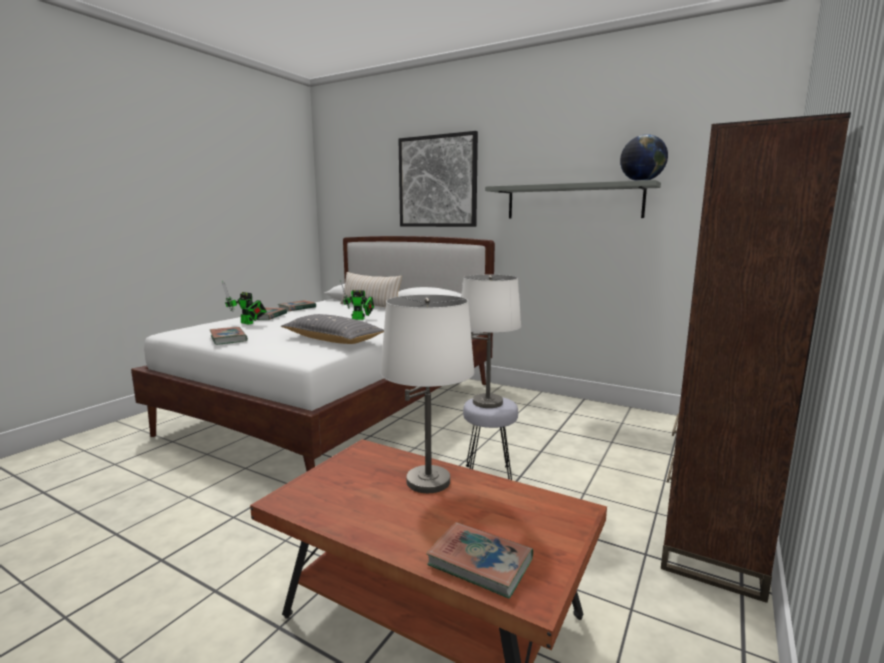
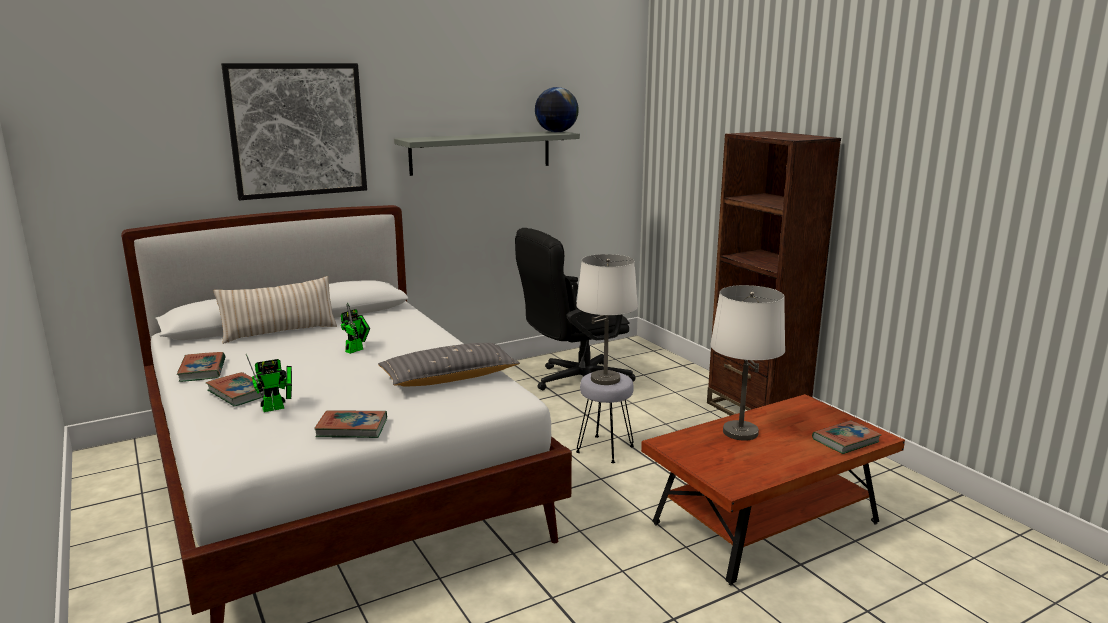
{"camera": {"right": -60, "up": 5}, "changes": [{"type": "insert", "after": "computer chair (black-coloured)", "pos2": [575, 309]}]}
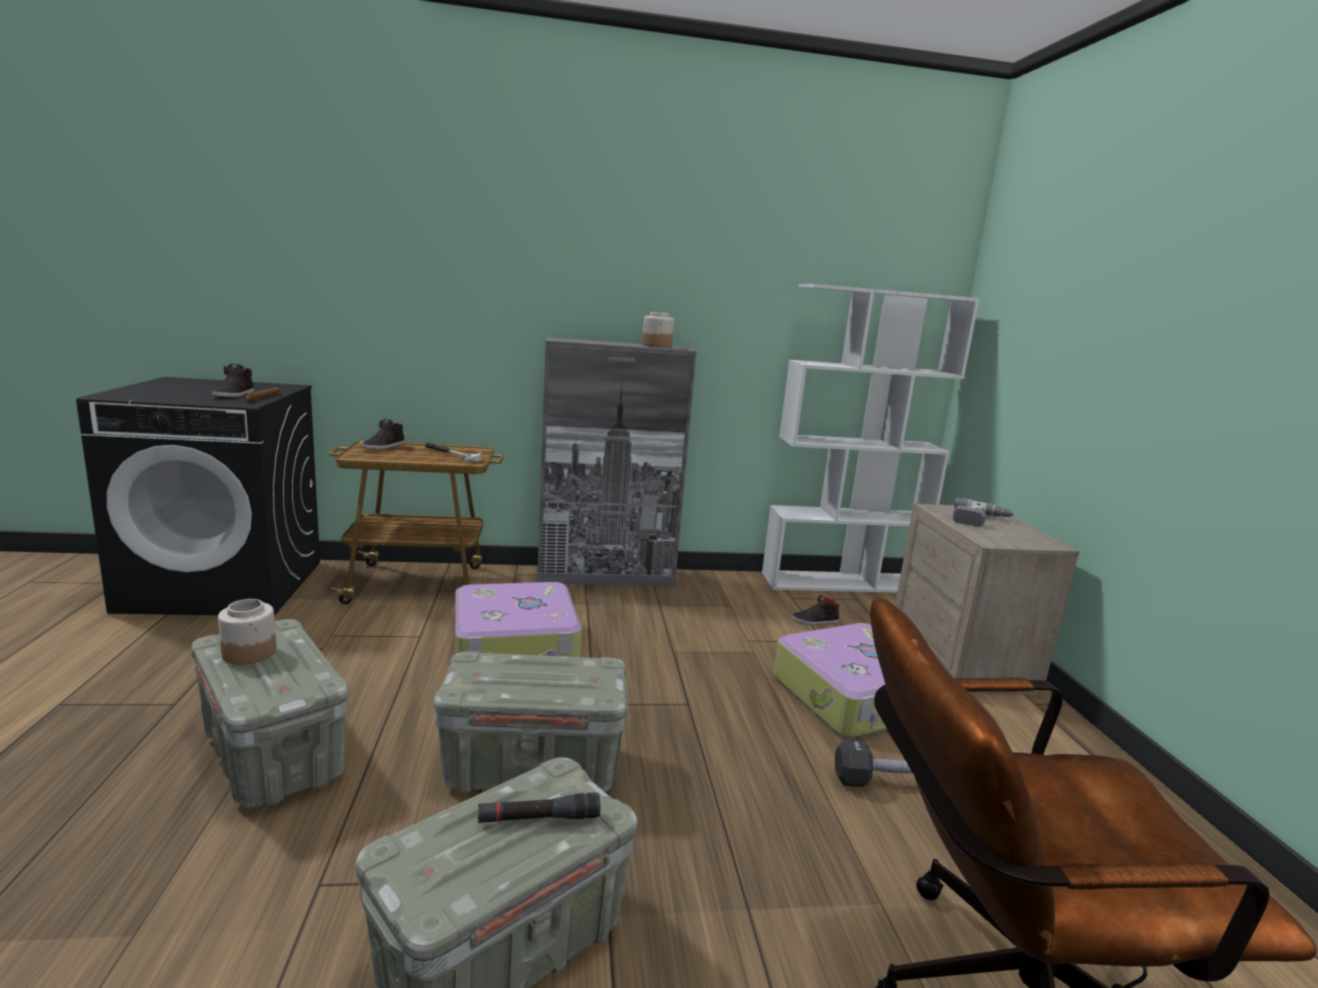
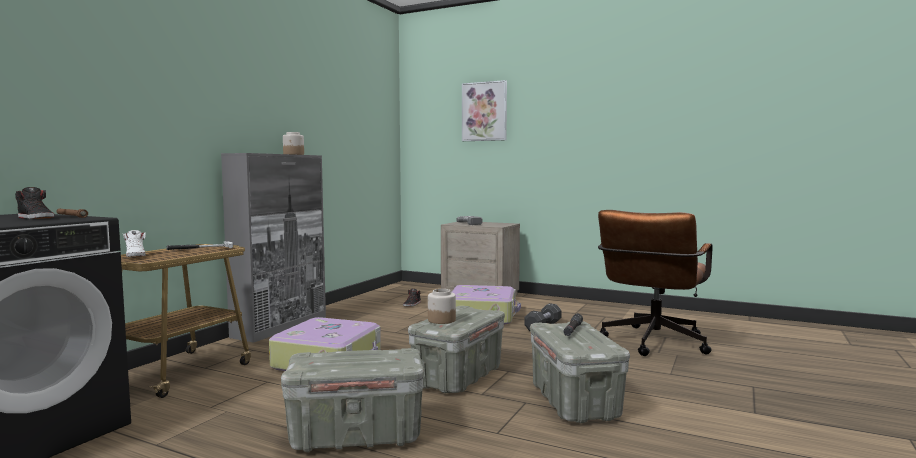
{"camera": {"right": -55, "up": -10}, "changes": [{"type": "recolor", "before": "shoe (black-coloured)", "after": "shoe (white-coloured)", "pos1": [383, 434], "pos2": [134, 243]}, {"type": "move", "before": "preserve jar", "pos1": [247, 632], "pos2": [442, 306]}, {"type": "insert", "after": "wall art", "pos2": [484, 110]}, {"type": "delete", "before": "shelving unit (white-coloured)", "pos1": [871, 438]}]}
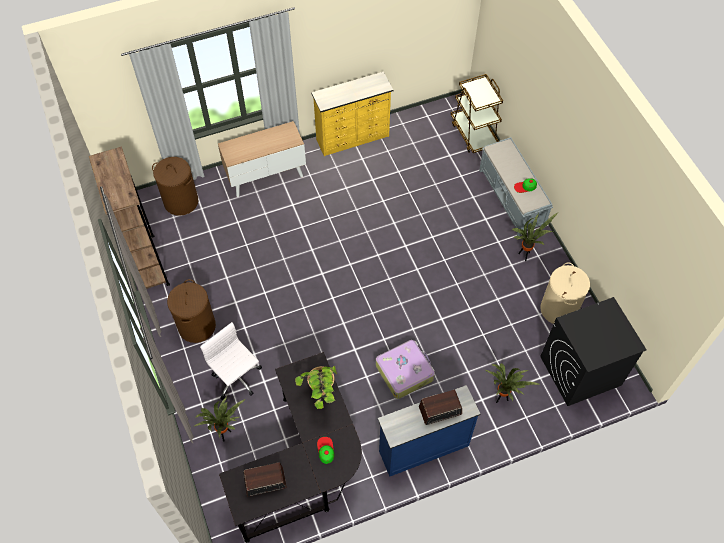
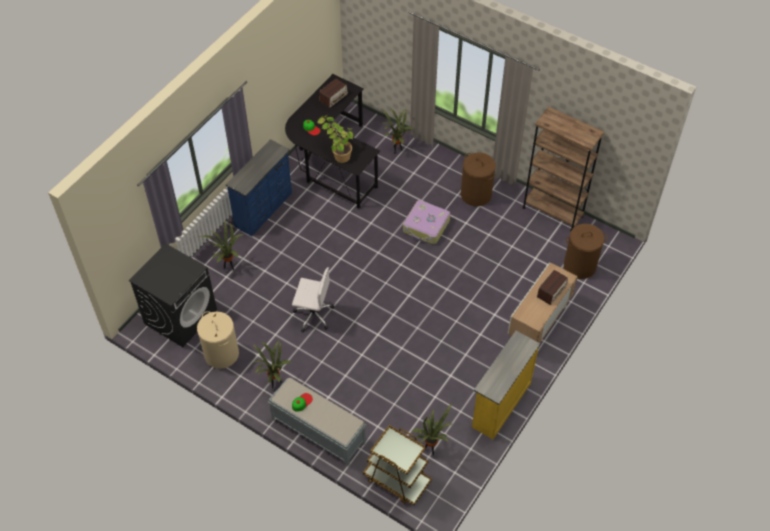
{"camera": {"right": 145, "up": -5}, "changes": [{"type": "move", "before": "computer chair (white-coloured)", "pos1": [231, 361], "pos2": [313, 299]}, {"type": "move", "before": "suitcase", "pos1": [405, 369], "pos2": [426, 222]}, {"type": "insert", "after": "houseplant", "pos2": [432, 429]}, {"type": "move", "before": "radio set", "pos1": [440, 407], "pos2": [552, 287]}]}
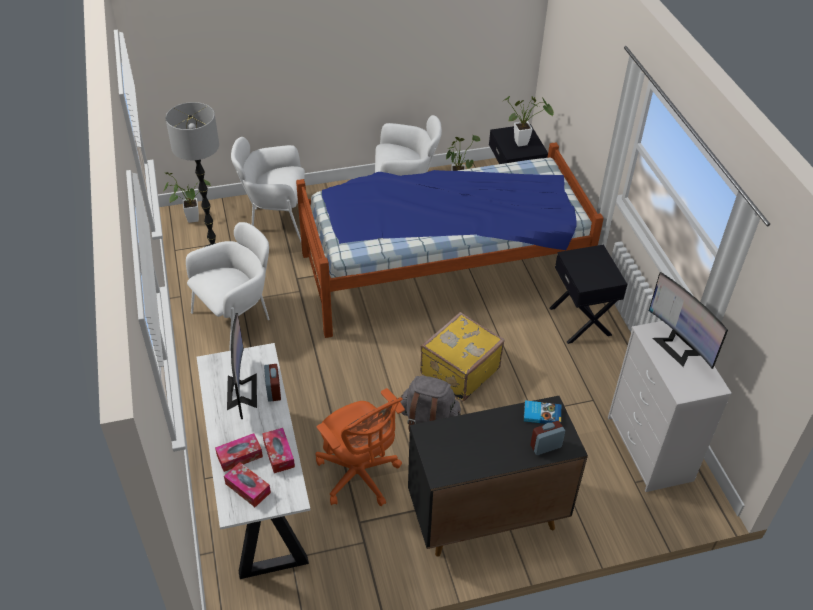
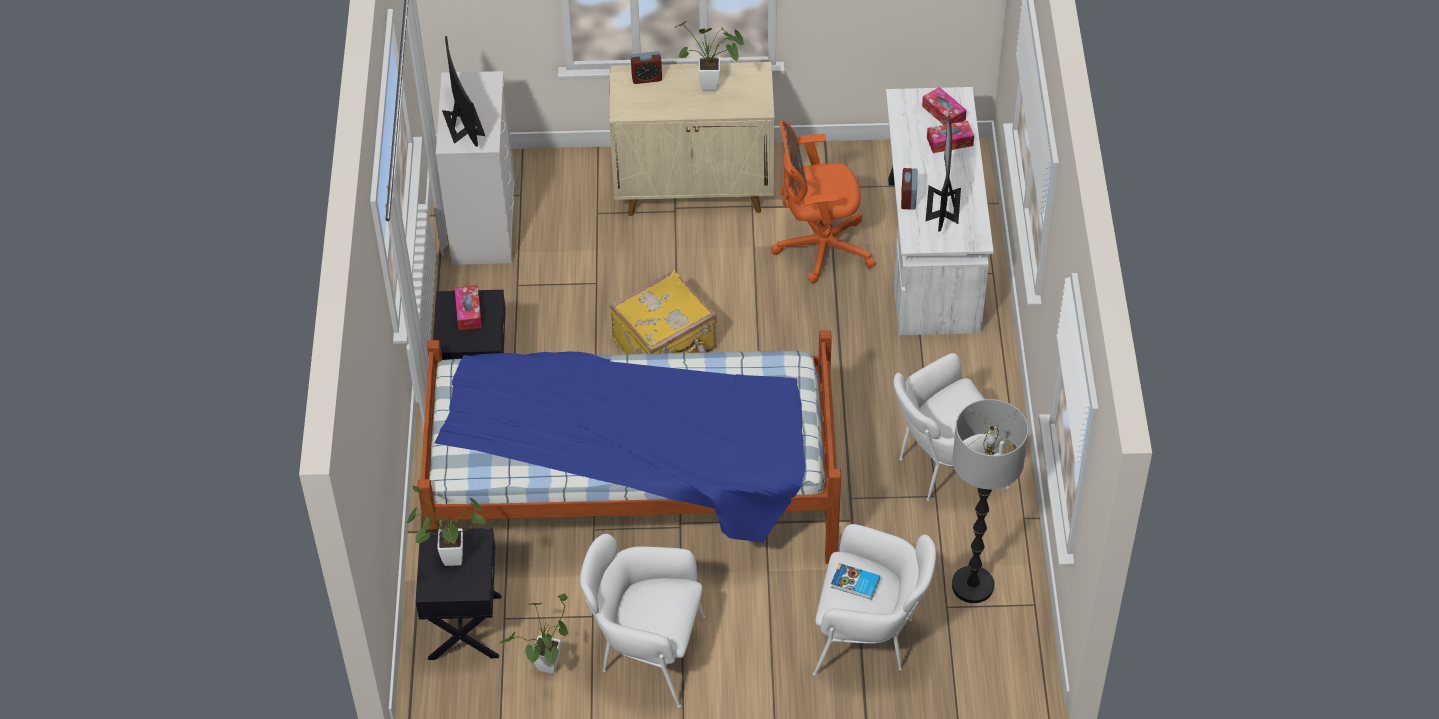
{"camera": {"right": -165, "up": 5}, "changes": [{"type": "move", "before": "tissue box", "pos1": [278, 450], "pos2": [468, 307]}, {"type": "recolor", "before": "cabinet (black-coloured)", "after": "cabinet (beige-coloured)", "pos1": [498, 476], "pos2": [692, 139]}, {"type": "move", "before": "houseplant", "pos1": [186, 197], "pos2": [710, 56]}, {"type": "rotate", "before": "computer chair (orangey)", "pos1": [360, 447], "pos2": [823, 202], "turn": -75}, {"type": "move", "before": "book", "pos1": [542, 412], "pos2": [855, 581]}, {"type": "delete", "before": "backpack (grey)", "pos1": [430, 404]}]}
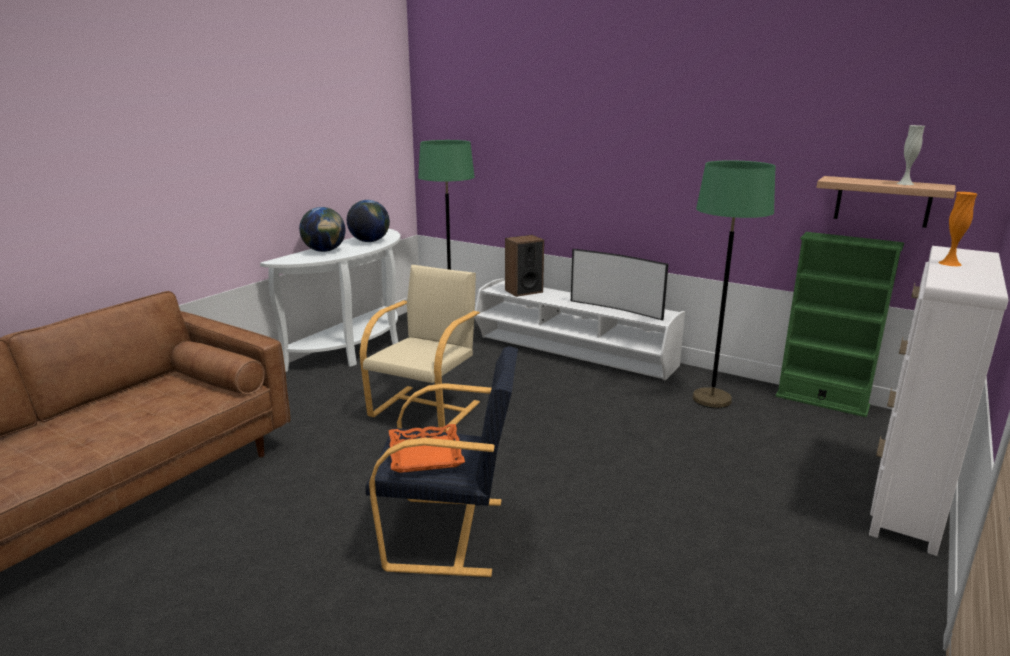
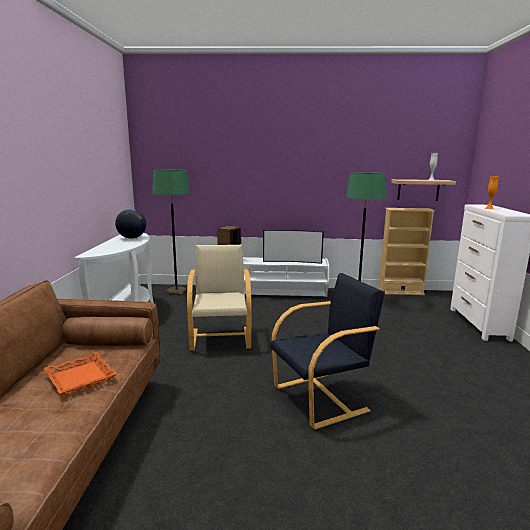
{"camera": {"right": -30, "up": -5}, "changes": [{"type": "move", "before": "tray (orangey)", "pos1": [427, 448], "pos2": [80, 373]}, {"type": "recolor", "before": "shelving unit (greenish)", "after": "shelving unit (beige-coloured)", "pos1": [840, 324], "pos2": [406, 251]}, {"type": "delete", "before": "world globe", "pos1": [322, 229]}]}
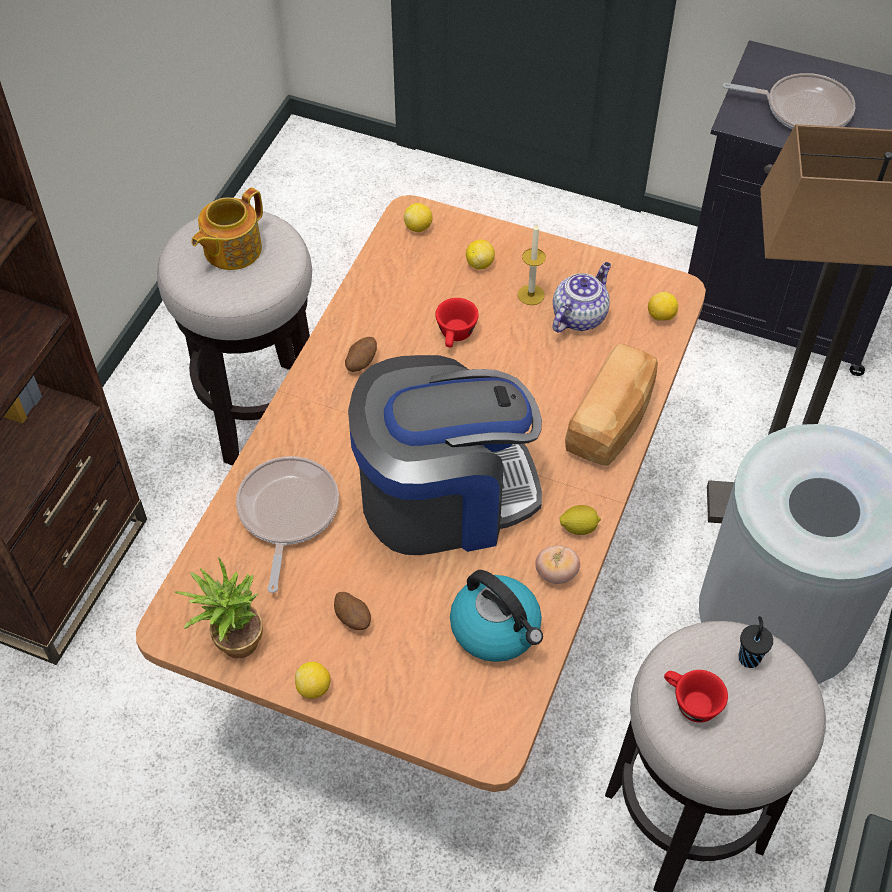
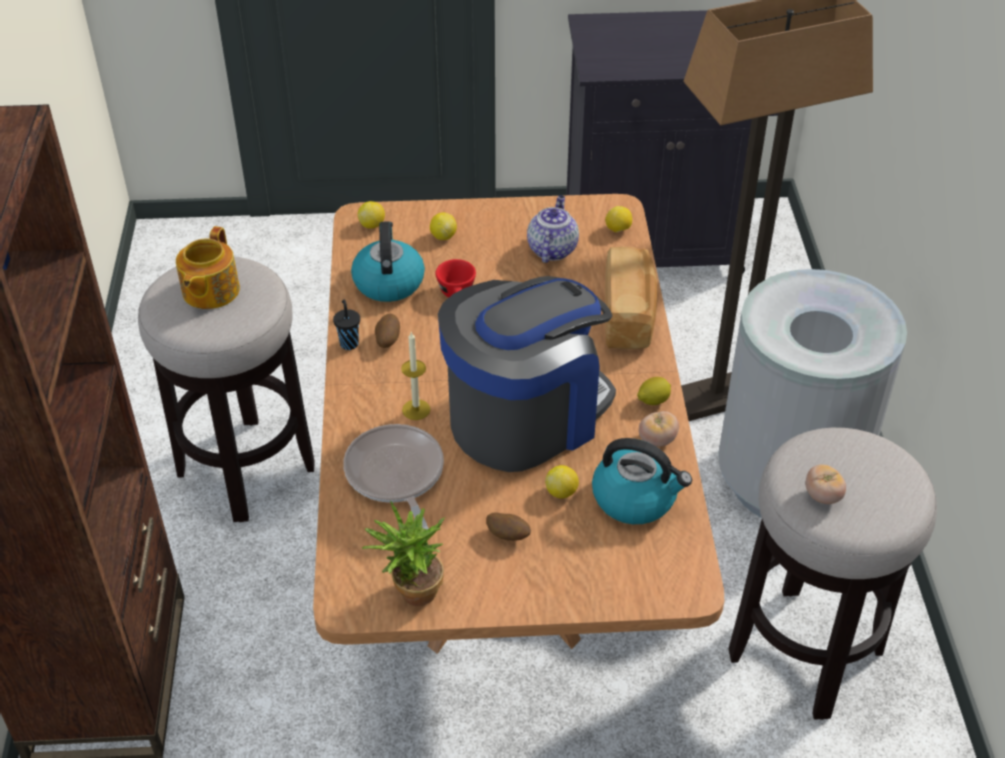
{"camera": {"right": -25, "up": -10}, "changes": [{"type": "move", "before": "drinking cup (black-coloured)", "pos1": [755, 642], "pos2": [346, 325]}, {"type": "insert", "after": "tea kettle", "pos2": [388, 261]}, {"type": "move", "before": "candle", "pos1": [532, 264], "pos2": [416, 375]}, {"type": "move", "before": "lemon", "pos1": [313, 680], "pos2": [562, 482]}, {"type": "replace", "before": "drinking cup (red-coloured)", "after": "whole tomato", "pos1": [696, 696], "pos2": [825, 484]}, {"type": "delete", "before": "skillet", "pos1": [788, 101]}]}
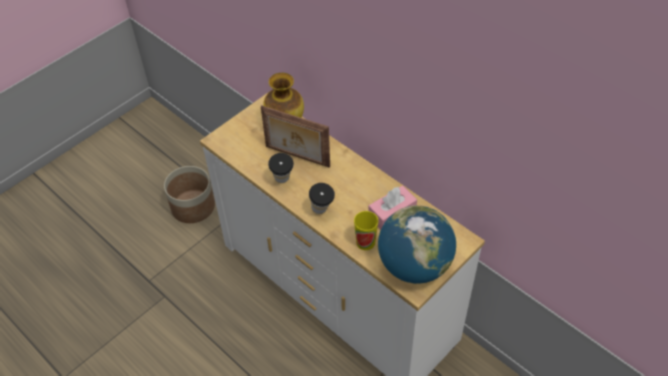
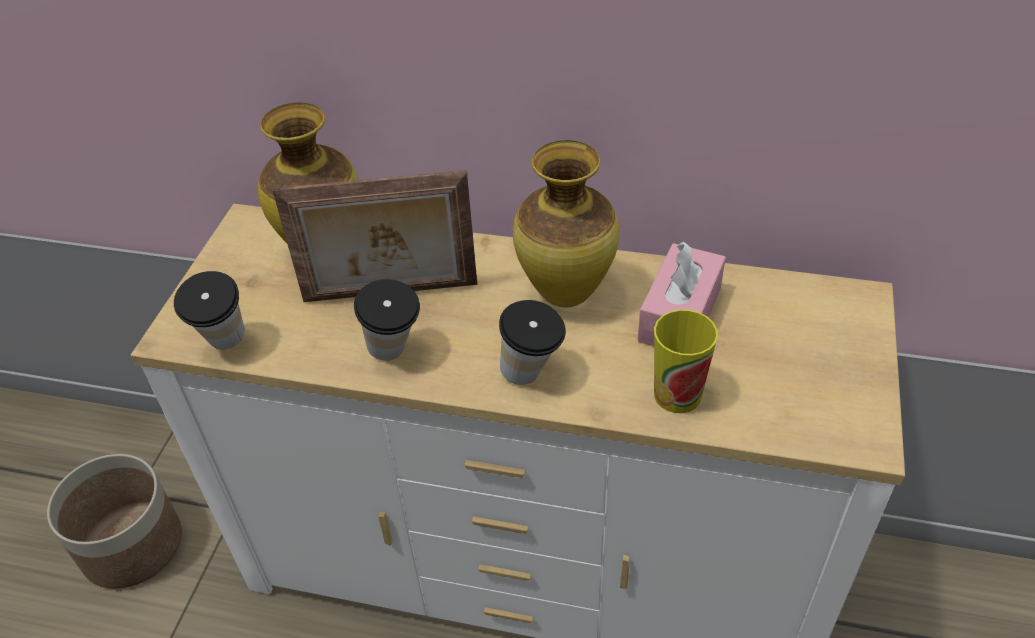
{"camera": {"right": -30, "up": -5}, "changes": [{"type": "insert", "after": "drinking cup", "pos2": [209, 310]}, {"type": "insert", "after": "flower vase", "pos2": [566, 223]}, {"type": "delete", "before": "world globe", "pos1": [417, 244]}]}
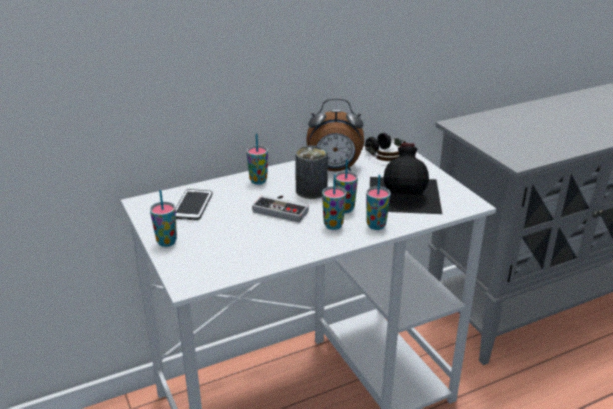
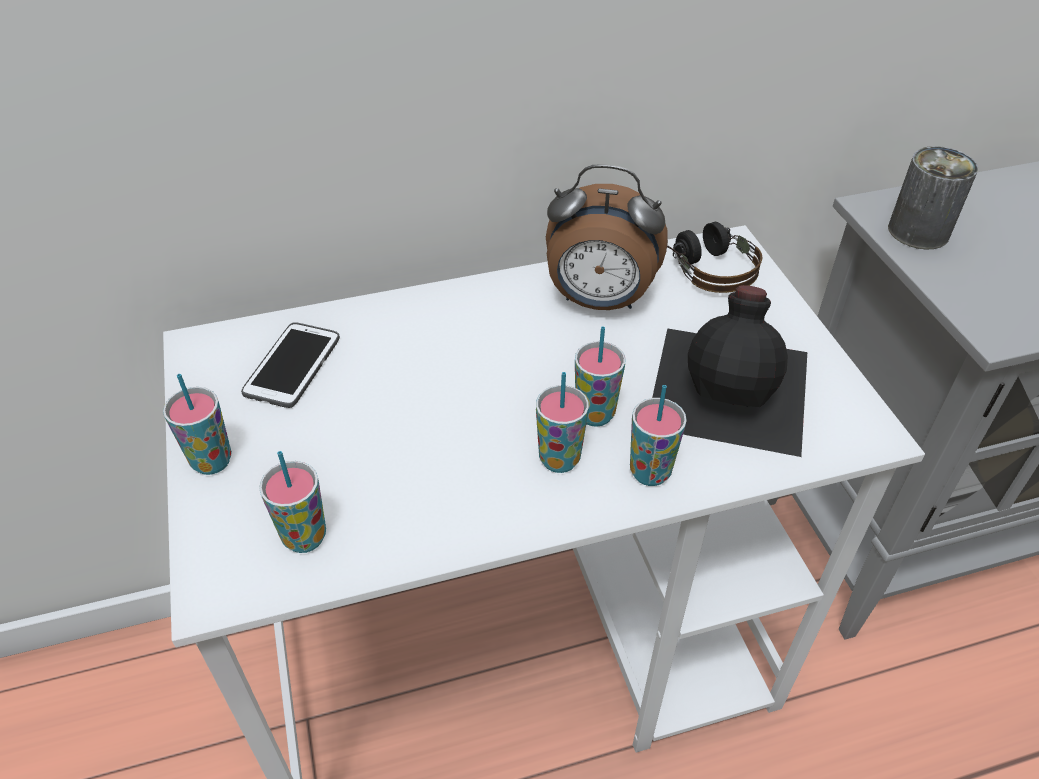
{"camera": {"right": 10, "up": 15}, "changes": [{"type": "move", "before": "drinking cup", "pos1": [257, 159], "pos2": [292, 502]}, {"type": "move", "before": "can", "pos1": [311, 172], "pos2": [933, 197]}, {"type": "delete", "before": "gamepad", "pos1": [280, 209]}]}
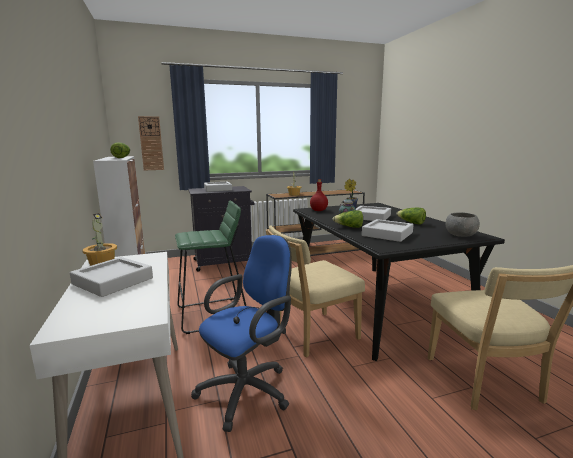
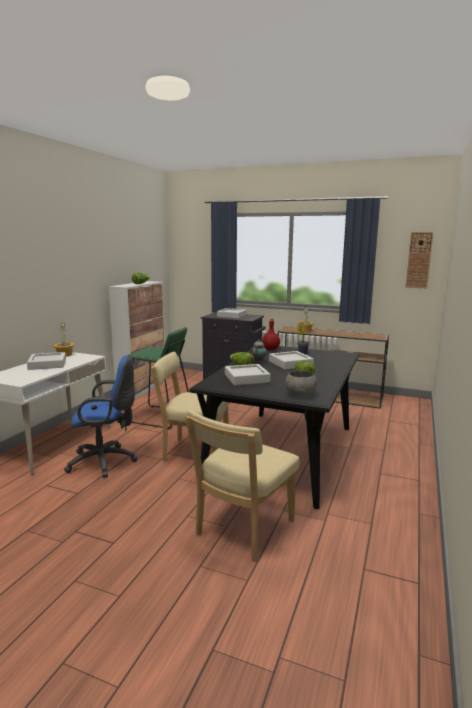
{"camera": {"right": 40, "up": 0}, "changes": [{"type": "move", "before": "clock on the wall", "pos1": [151, 143], "pos2": [419, 260]}]}
